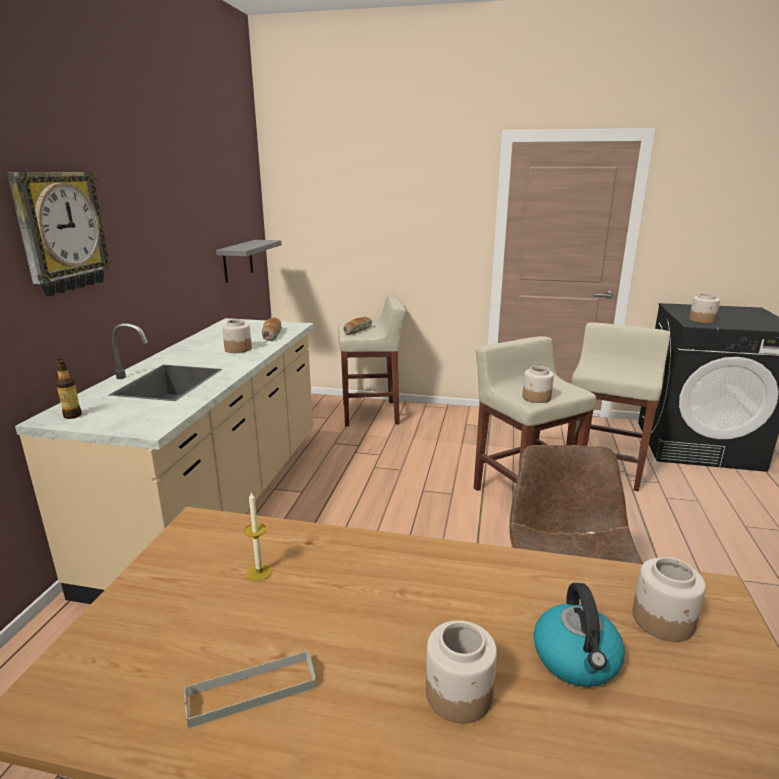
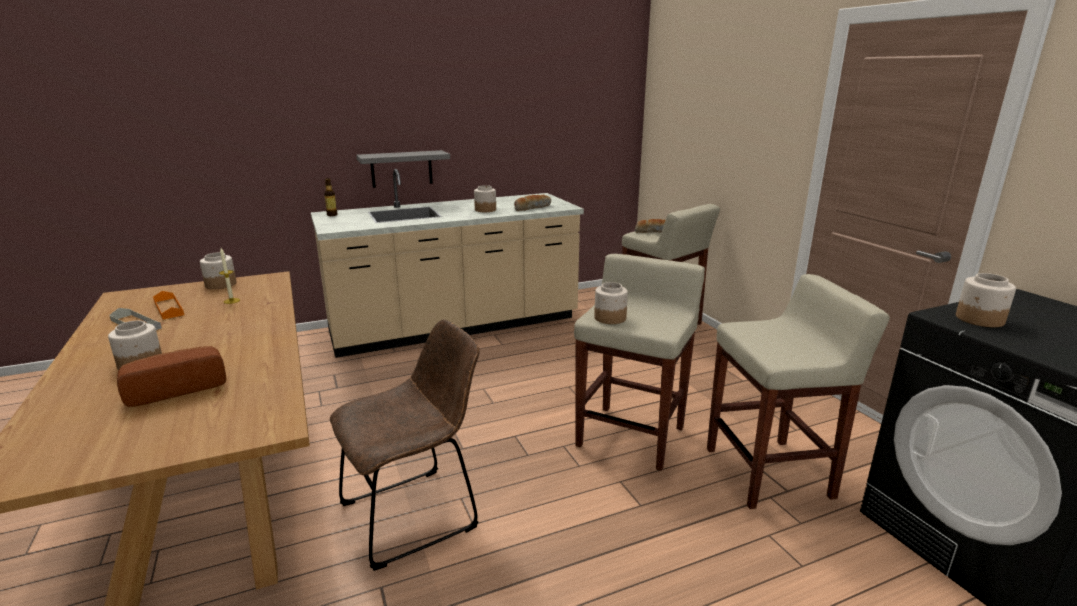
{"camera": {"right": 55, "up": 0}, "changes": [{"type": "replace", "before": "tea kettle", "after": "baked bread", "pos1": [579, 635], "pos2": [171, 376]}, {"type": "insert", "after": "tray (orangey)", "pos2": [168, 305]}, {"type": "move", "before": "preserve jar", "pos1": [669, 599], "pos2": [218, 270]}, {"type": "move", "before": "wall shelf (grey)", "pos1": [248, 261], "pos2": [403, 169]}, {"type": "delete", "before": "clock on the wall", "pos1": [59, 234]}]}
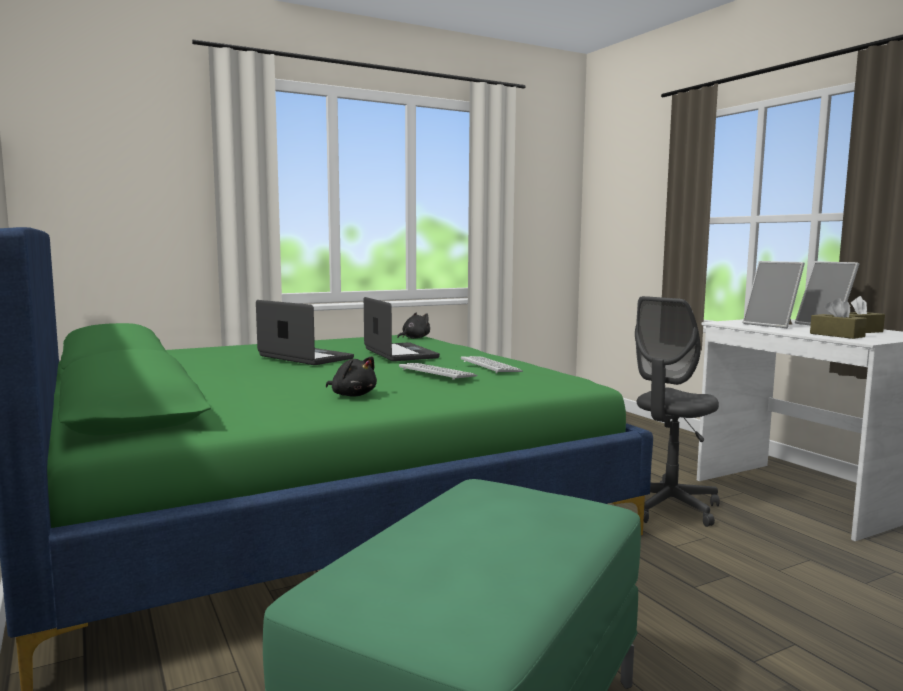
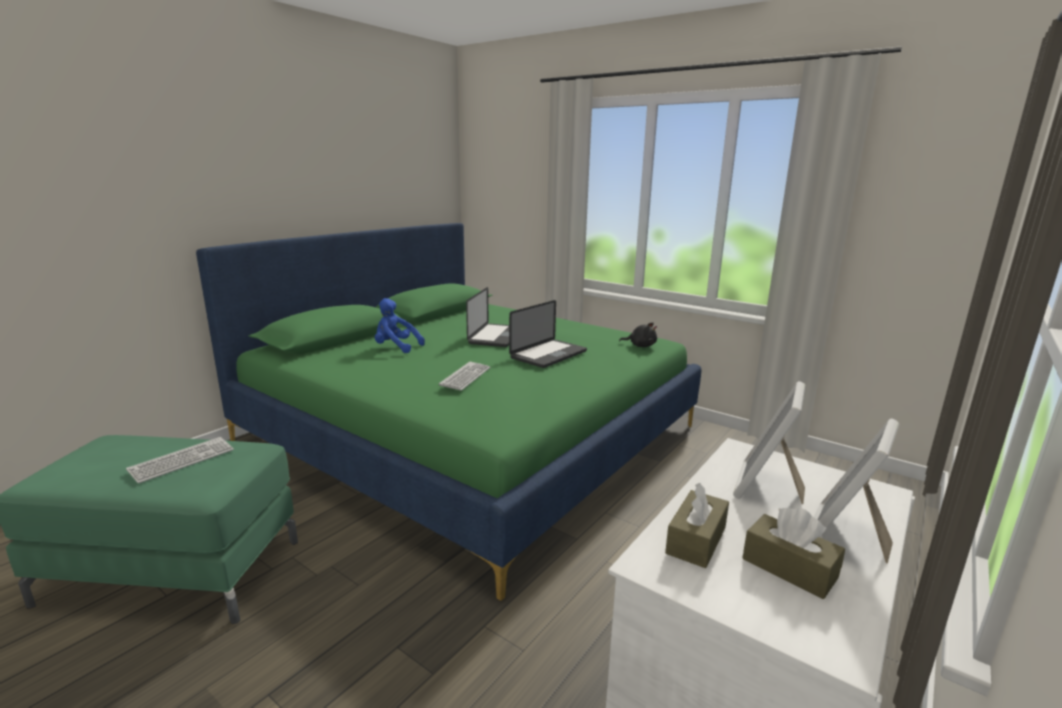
{"camera": {"right": 65, "up": 10}, "changes": [{"type": "move", "before": "computer keyboard", "pos1": [492, 364], "pos2": [180, 460]}, {"type": "insert", "after": "soft toy (blue-coloured)", "pos2": [400, 325]}, {"type": "delete", "before": "soft toy (black-coloured)", "pos1": [351, 376]}, {"type": "delete", "before": "computer chair (grey)", "pos1": [677, 411]}]}
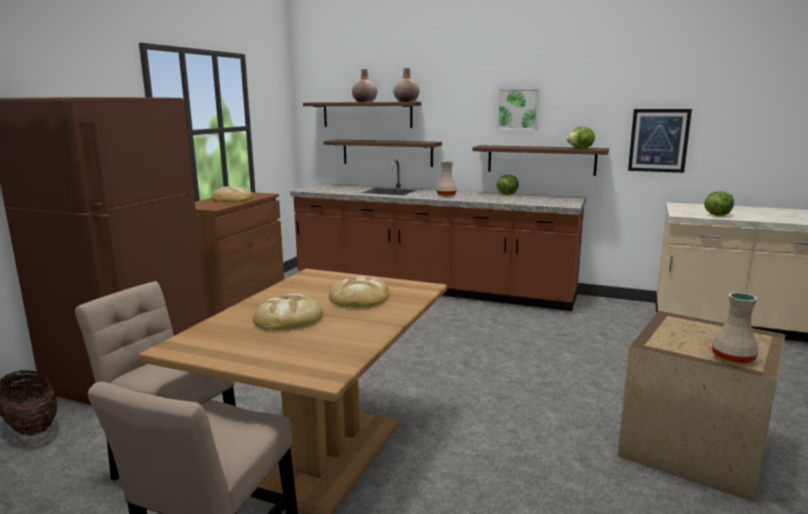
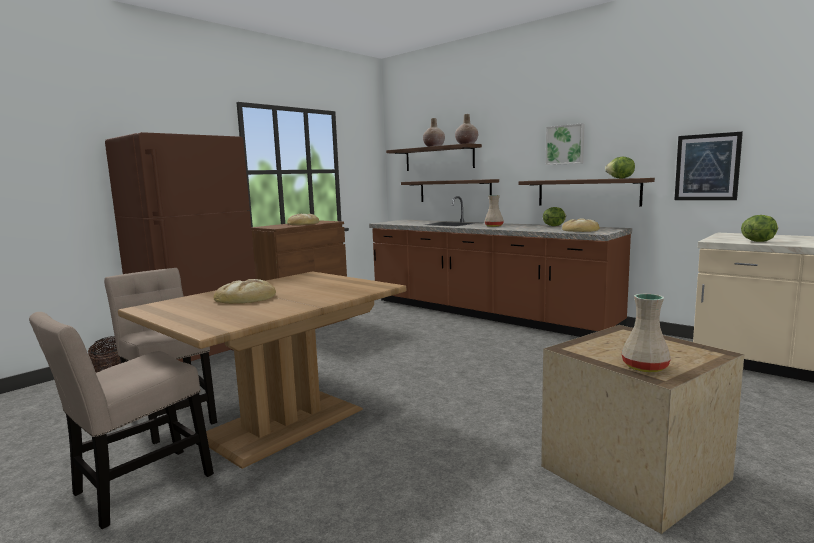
{"camera": {"right": 20, "up": -5}, "changes": [{"type": "move", "before": "baked bread", "pos1": [359, 292], "pos2": [581, 225]}]}
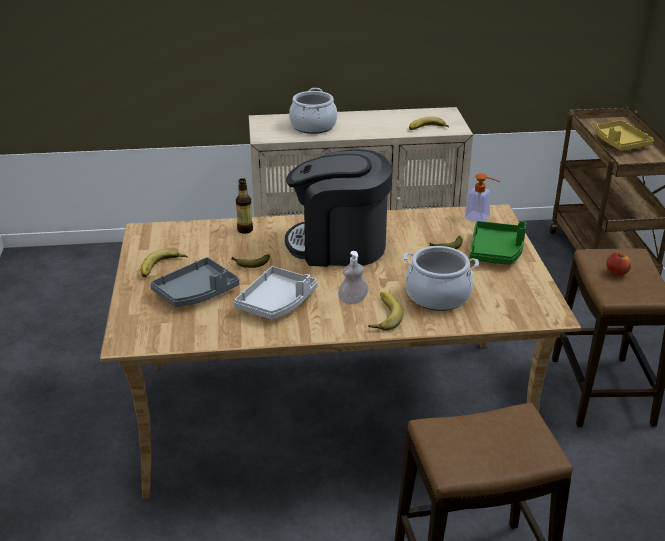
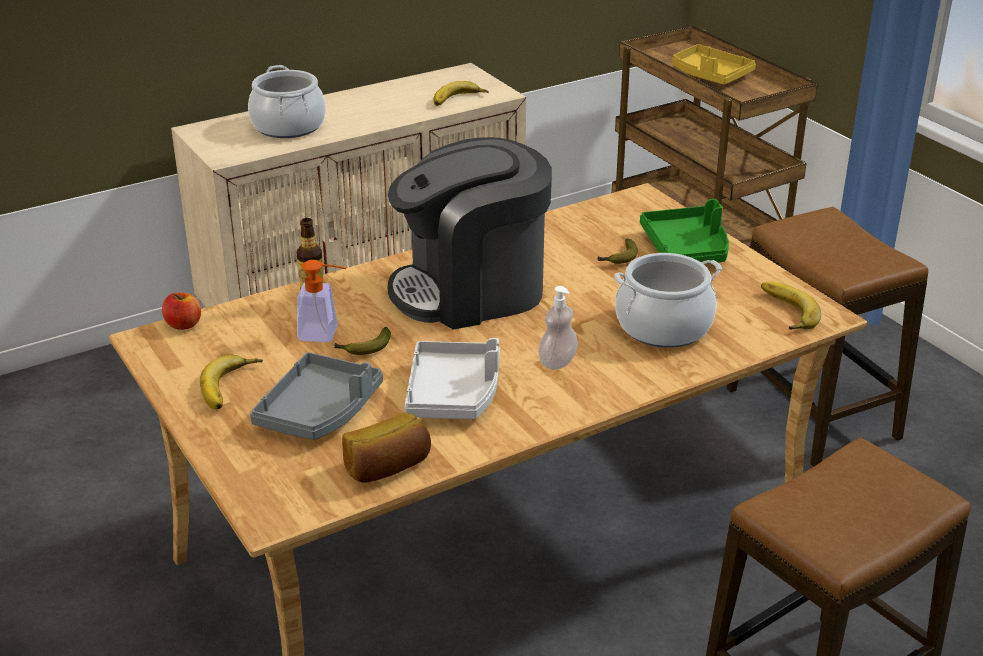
{"camera": {"right": -25, "up": 0}, "changes": [{"type": "move", "before": "whole apple", "pos1": [618, 264], "pos2": [181, 311]}, {"type": "move", "before": "soap dispenser", "pos1": [482, 197], "pos2": [322, 301]}, {"type": "insert", "after": "baked bread", "pos2": [386, 447]}, {"type": "move", "before": "whole banana", "pos1": [386, 311], "pos2": [791, 306]}]}
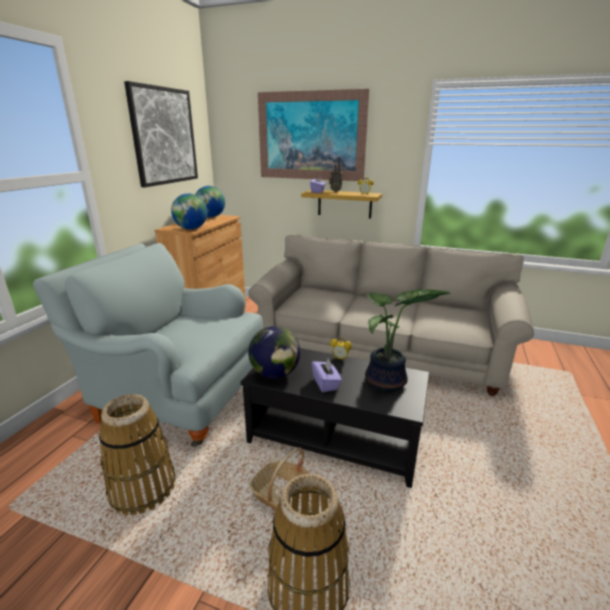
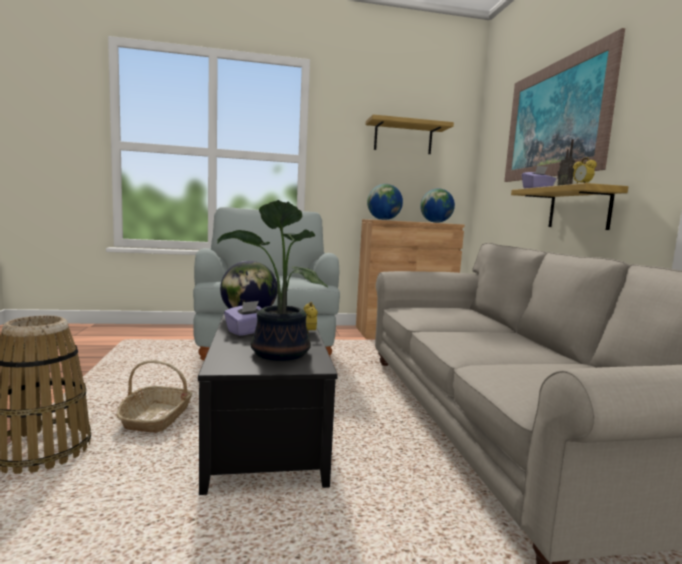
{"camera": {"right": 60, "up": -15}, "changes": [{"type": "replace", "before": "wall art", "after": "wall shelf", "pos1": [161, 134], "pos2": [409, 134]}, {"type": "delete", "before": "storage basket", "pos1": [137, 454]}]}
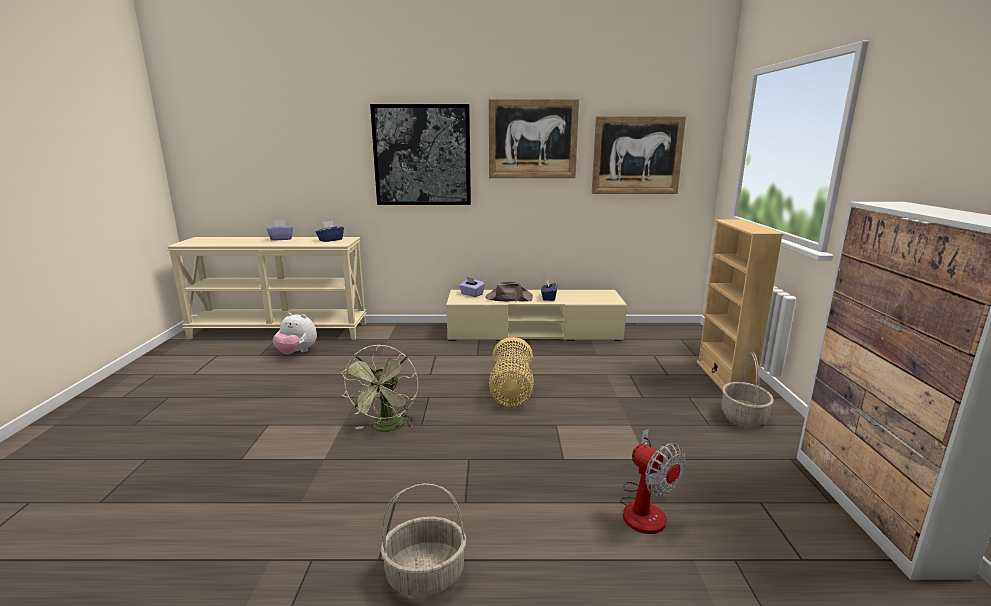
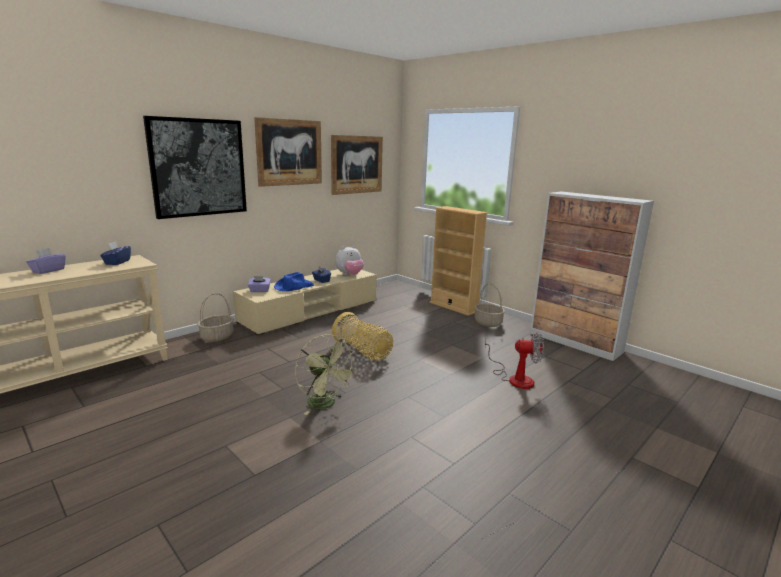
{"camera": {"right": -45, "up": 0}, "changes": [{"type": "move", "before": "storage basket", "pos1": [423, 540], "pos2": [215, 317]}, {"type": "recolor", "before": "clothing hat (brown)", "after": "clothing hat (blue-coloured)", "pos1": [509, 291], "pos2": [294, 281]}, {"type": "move", "before": "soft toy", "pos1": [295, 333], "pos2": [349, 260]}]}
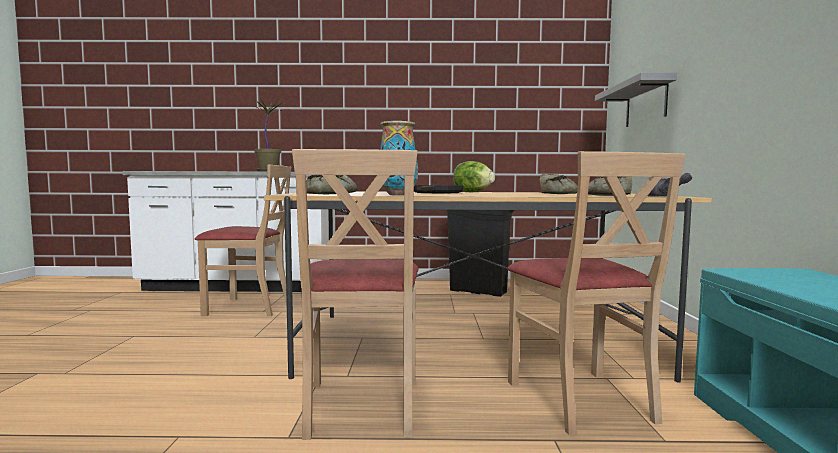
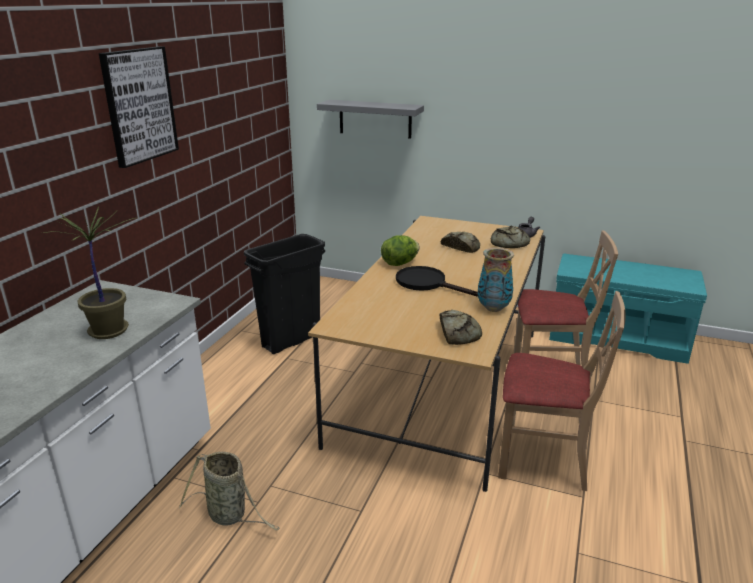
{"camera": {"right": -70, "up": 20}, "changes": [{"type": "insert", "after": "wall art", "pos2": [139, 107]}, {"type": "replace", "before": "upright chair (beige-coloured)", "after": "storage basket", "pos1": [243, 240], "pos2": [229, 491]}]}
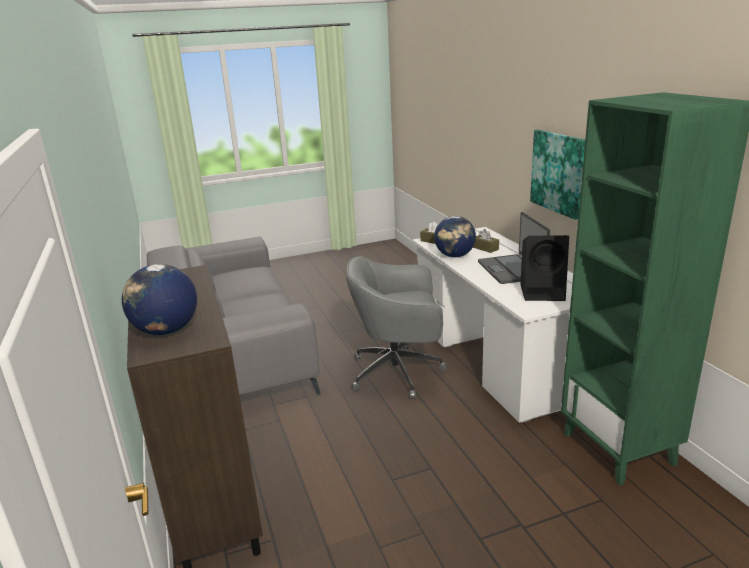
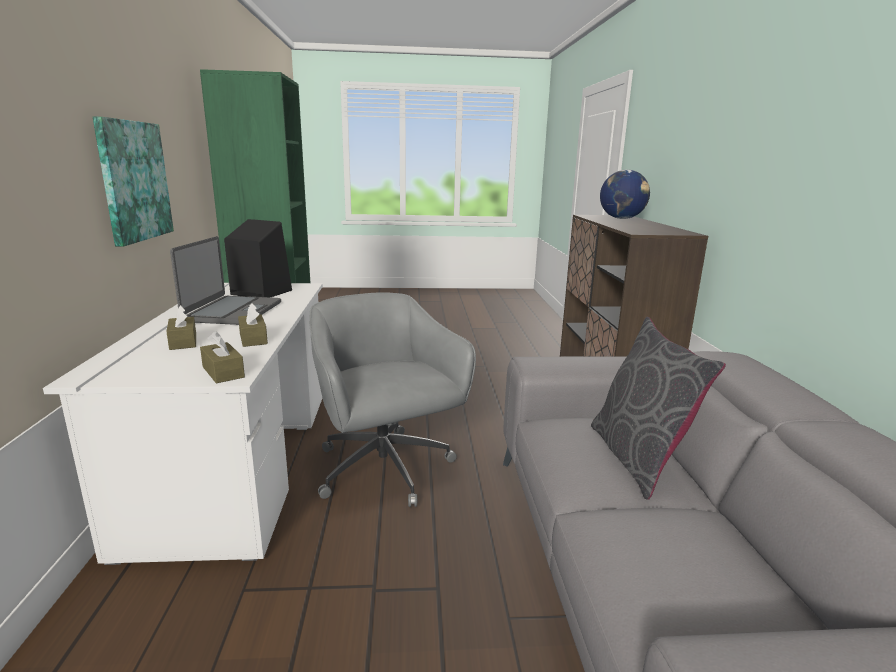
{"camera": {"right": -165, "up": -5}, "changes": [{"type": "replace", "before": "world globe", "after": "tissue box (brown)", "pos1": [455, 236], "pos2": [253, 325]}, {"type": "rotate", "before": "computer chair (grey)", "pos1": [397, 327], "pos2": [392, 399], "turn": -135}, {"type": "insert", "after": "pillow (grey)", "pos2": [658, 408]}]}
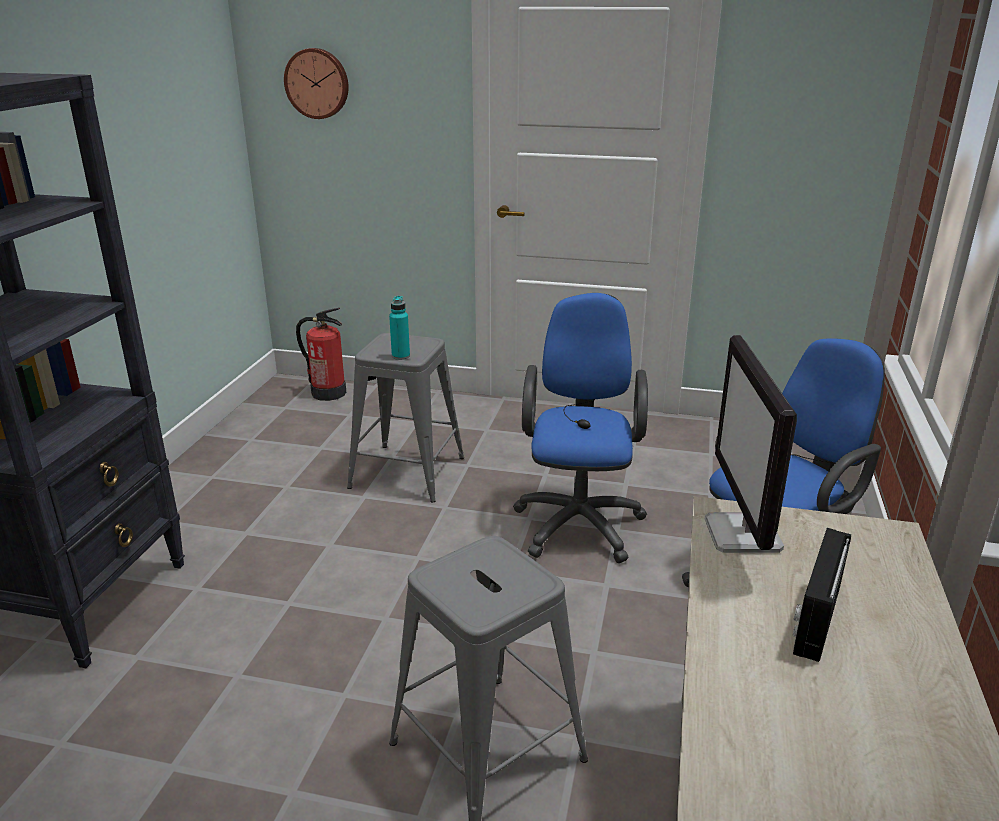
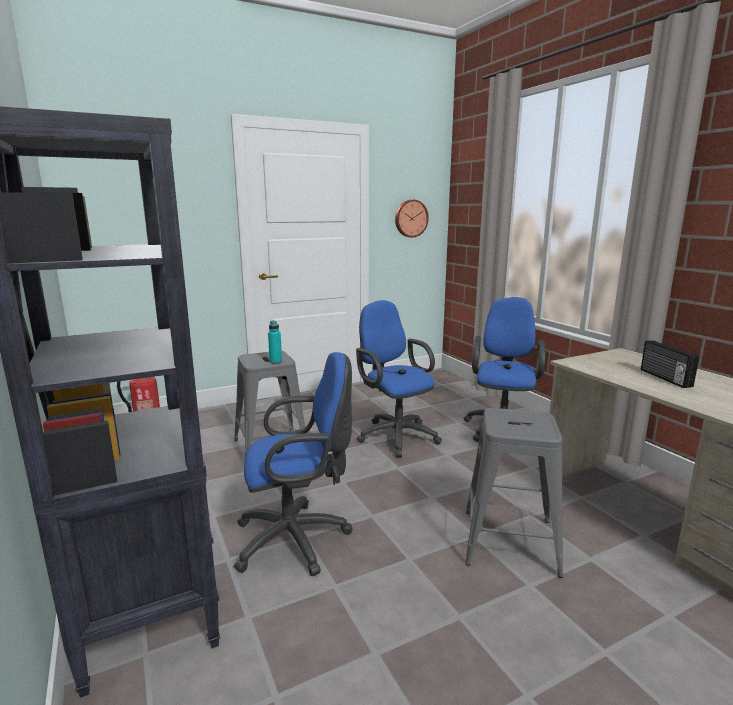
{"camera": {"right": -40, "up": -10}, "changes": [{"type": "insert", "after": "computer chair (blue-coloured)", "pos2": [293, 464]}, {"type": "move", "before": "clock on the wall", "pos1": [316, 83], "pos2": [412, 219]}, {"type": "delete", "before": "computer display", "pos1": [751, 444]}]}
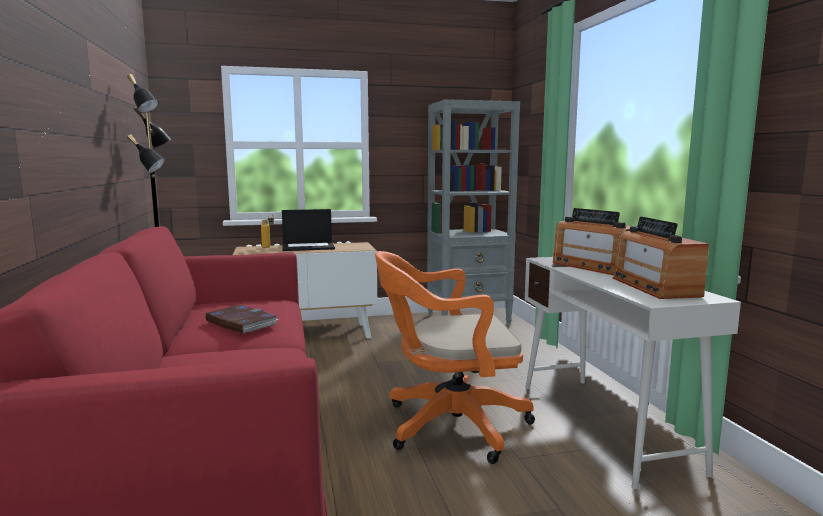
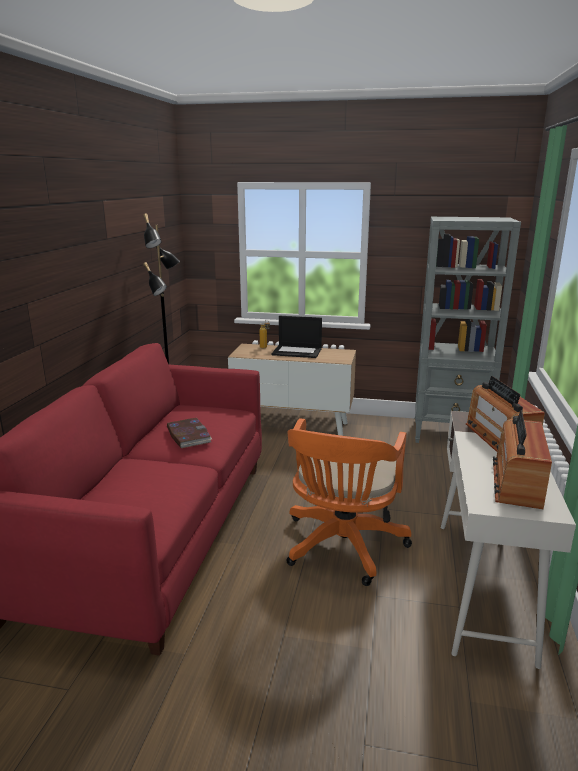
{"camera": {"right": 25, "up": 10}, "changes": [{"type": "rotate", "before": "computer chair (orangey)", "pos1": [455, 357], "pos2": [349, 502], "turn": -90}]}
